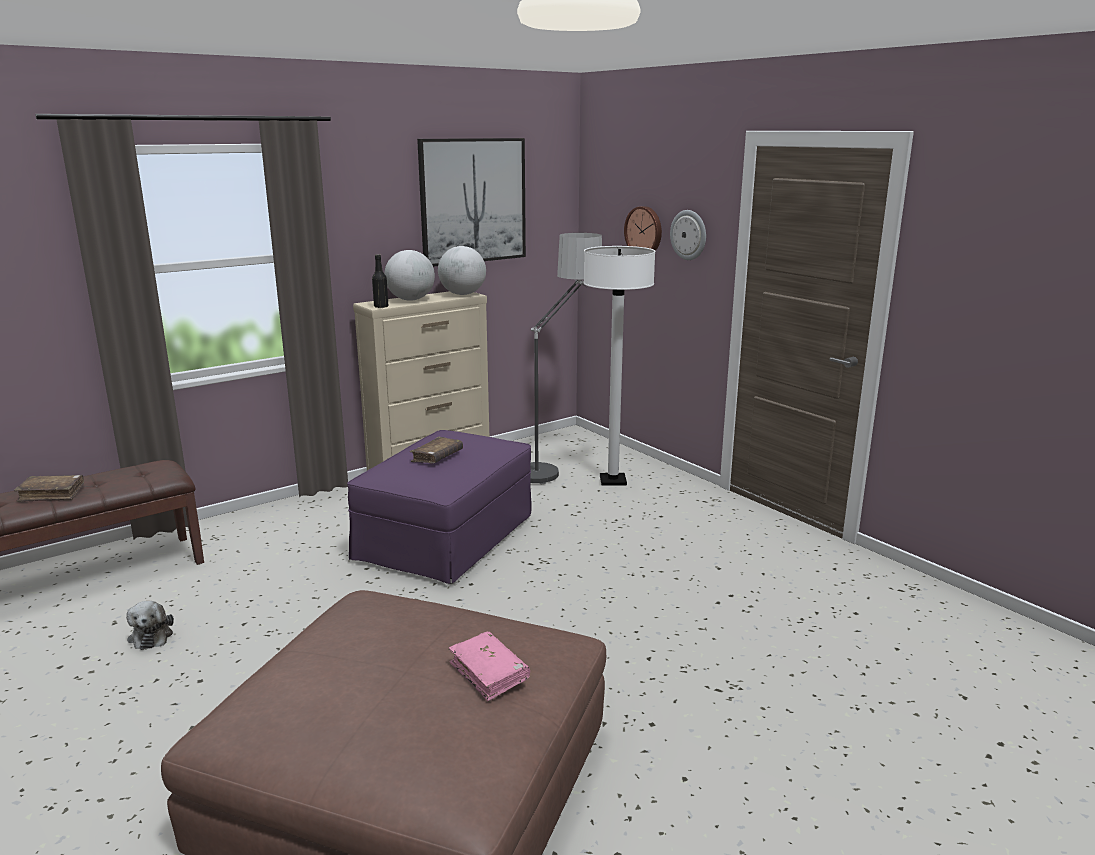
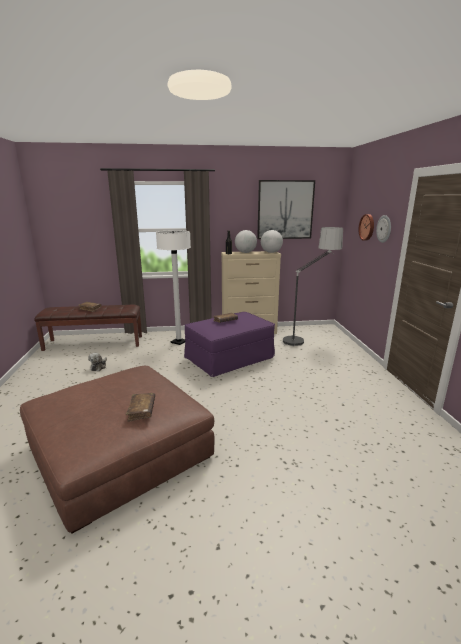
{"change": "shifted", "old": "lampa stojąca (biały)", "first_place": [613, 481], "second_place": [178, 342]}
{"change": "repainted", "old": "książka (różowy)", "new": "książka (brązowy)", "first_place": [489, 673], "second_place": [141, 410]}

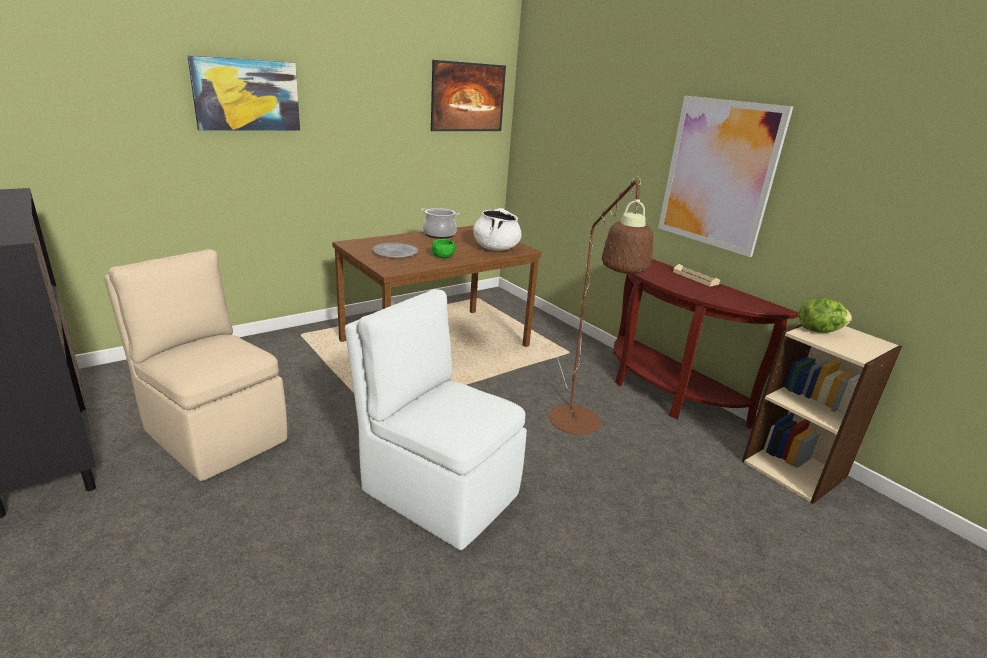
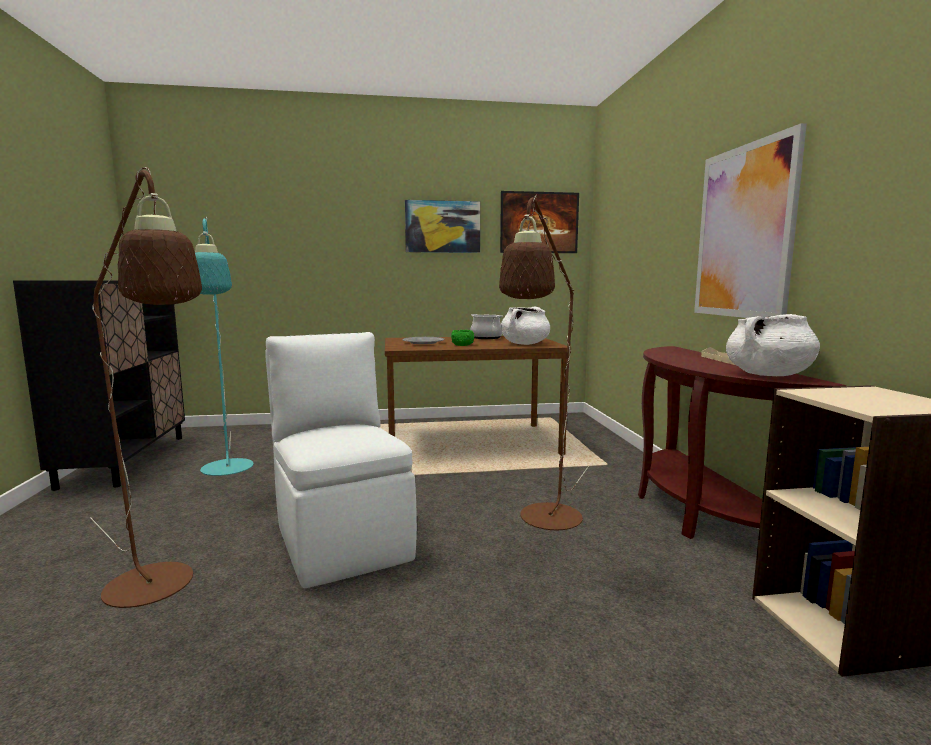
{"change": "gone", "old": "sałata", "first_place": [818, 331]}
{"change": "new", "new": "lampa stojąca (brązowy)", "second_place": [157, 592]}
{"change": "new", "new": "garnek (biały)", "second_place": [768, 375]}
{"change": "shifted", "old": "obraz", "first_place": [246, 95], "second_place": [442, 227]}
{"change": "swapped", "old": "krzesło (beżowy)", "new": "lampa stojąca (turkusowy)", "first_place": [214, 433], "second_place": [227, 471]}

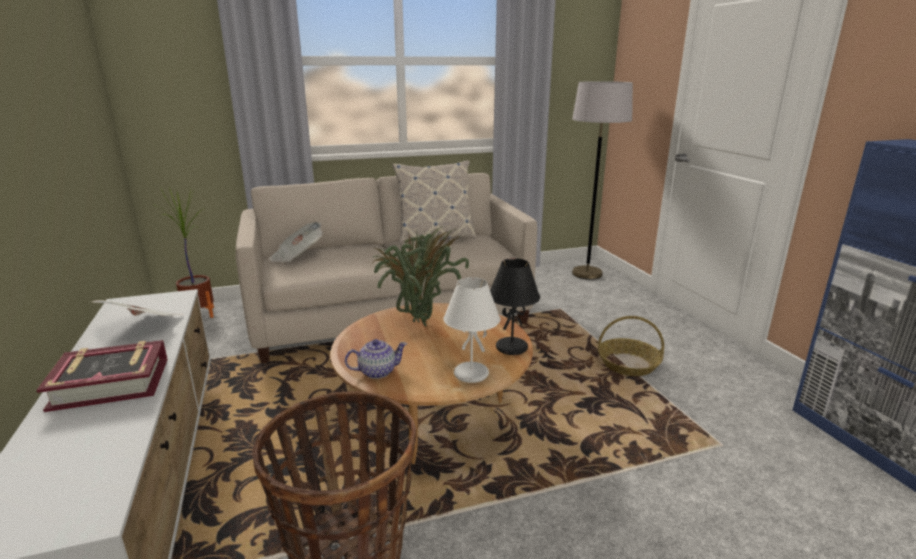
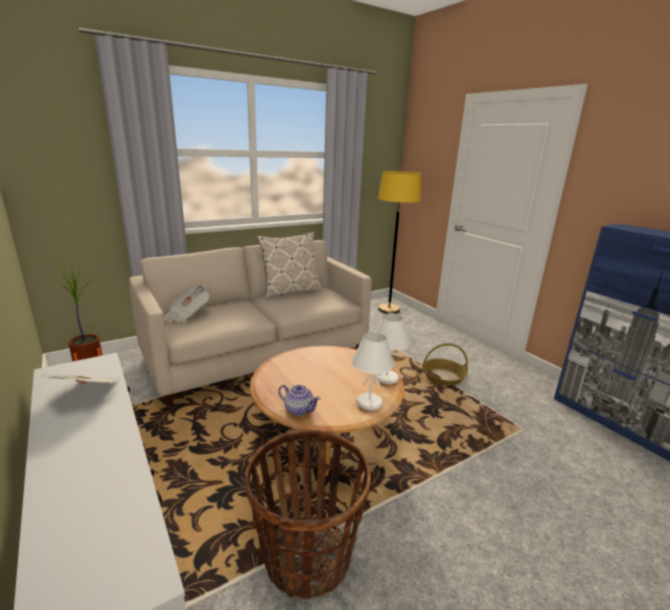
{"change": "gone", "old": "książka", "first_place": [111, 383]}
{"change": "gone", "old": "roślina doniczkowa", "first_place": [418, 327]}
{"change": "repainted", "old": "lampa stołowa (czarny)", "new": "lampa stołowa (biały)", "first_place": [512, 347], "second_place": [386, 378]}
{"change": "repainted", "old": "lampa stojąca (szary)", "new": "lampa stojąca (żółty)", "first_place": [587, 274], "second_place": [389, 309]}
{"change": "rotated", "old": "imbryk", "first_place": [377, 372], "second_place": [298, 409], "degrees": 60}

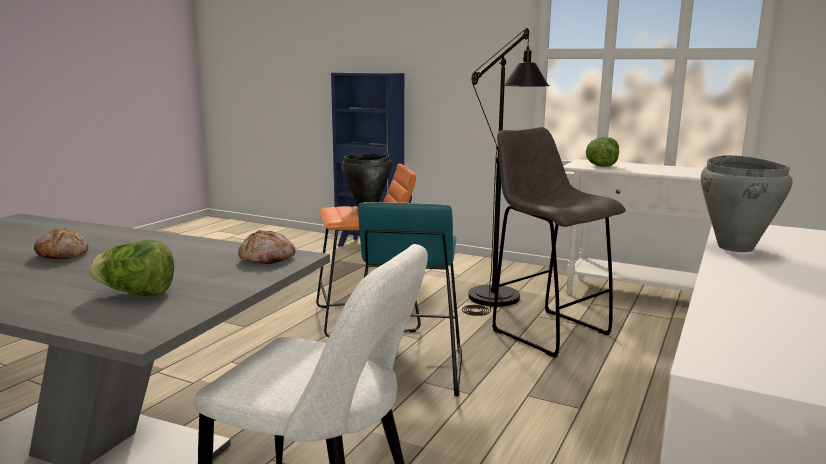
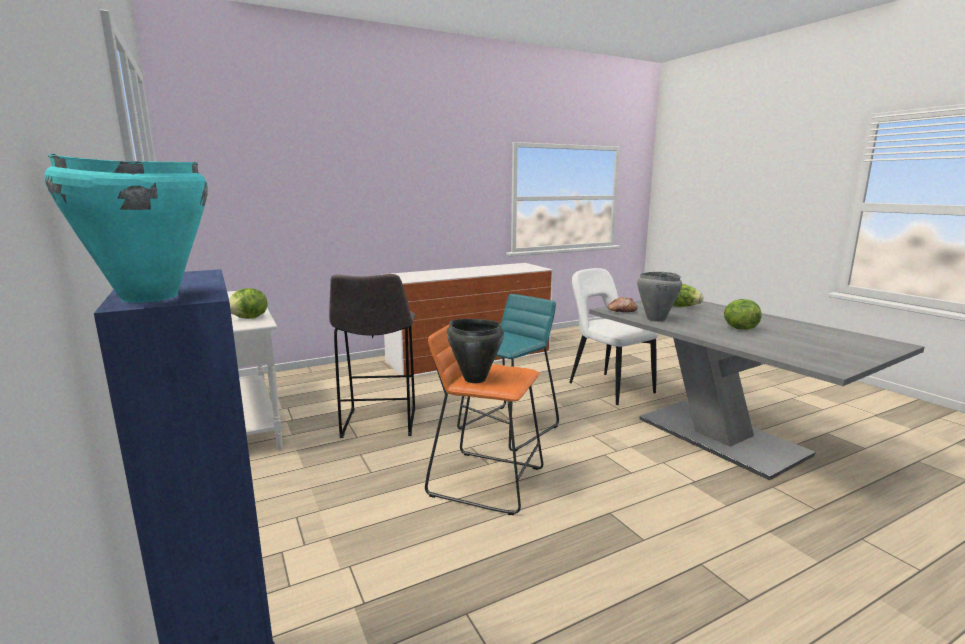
{"change": "gone", "old": "lampa stojąca (czarny)", "first_place": [500, 292]}
{"change": "new", "new": "garnek (turkusowy)", "second_place": [149, 297]}
{"change": "shifted", "old": "garnek (szary)", "first_place": [735, 247], "second_place": [655, 319]}
{"change": "swapped", "old": "chleb", "new": "sałata", "first_place": [63, 254], "second_place": [739, 328]}

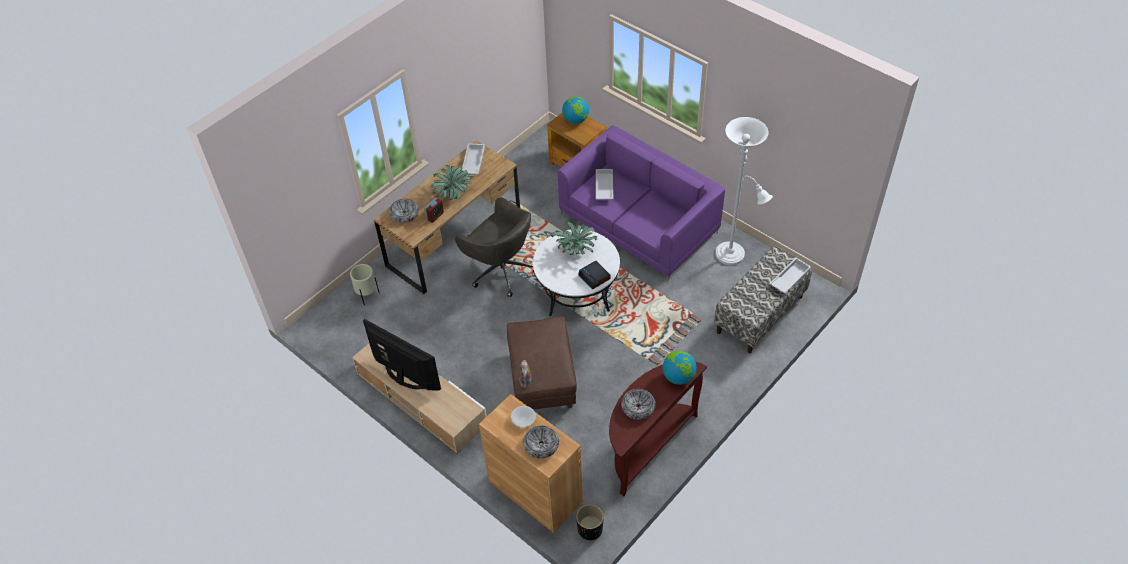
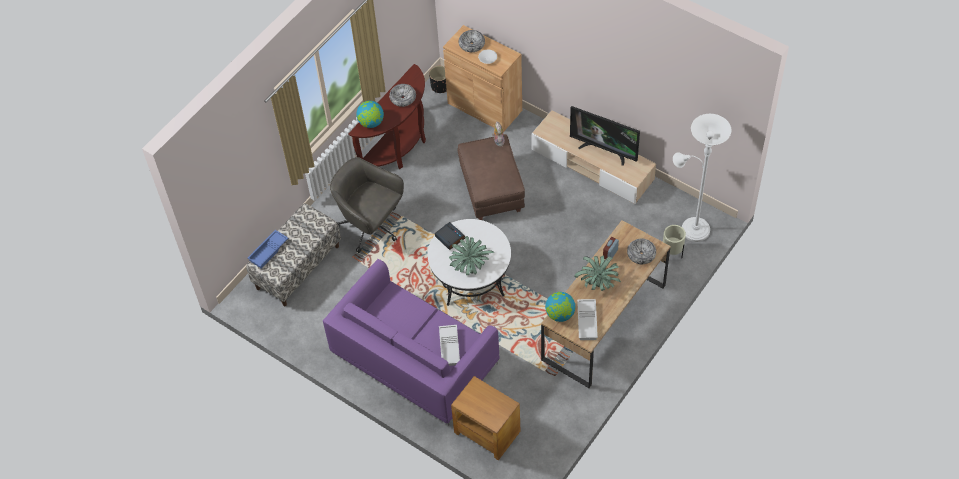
{"change": "shifted", "old": "krzesło biurowe (szary)", "first_place": [501, 270], "second_place": [370, 227]}
{"change": "shifted", "old": "globus", "first_place": [576, 120], "second_place": [560, 314]}
{"change": "shifted", "old": "lampa stojąca (biały)", "first_place": [733, 256], "second_place": [692, 228]}
{"change": "repainted", "old": "taca (biały)", "new": "taca (niebieski)", "first_place": [789, 278], "second_place": [269, 251]}

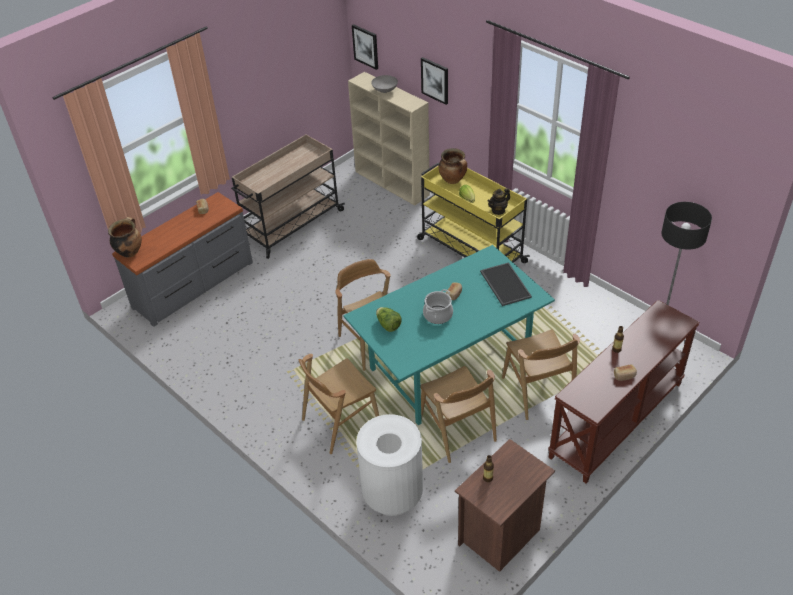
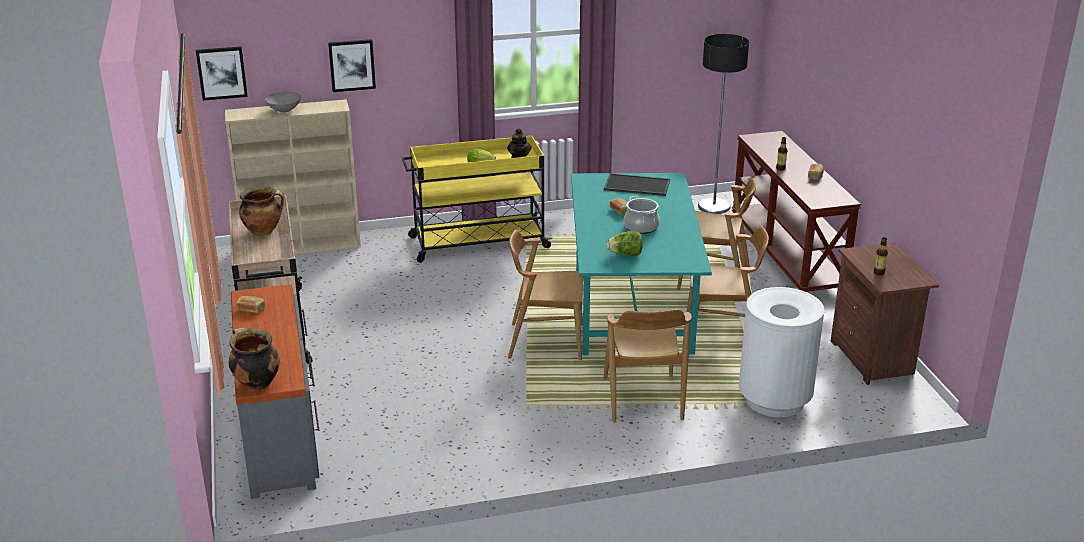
{"change": "shifted", "old": "garnek", "first_place": [453, 180], "second_place": [264, 231]}

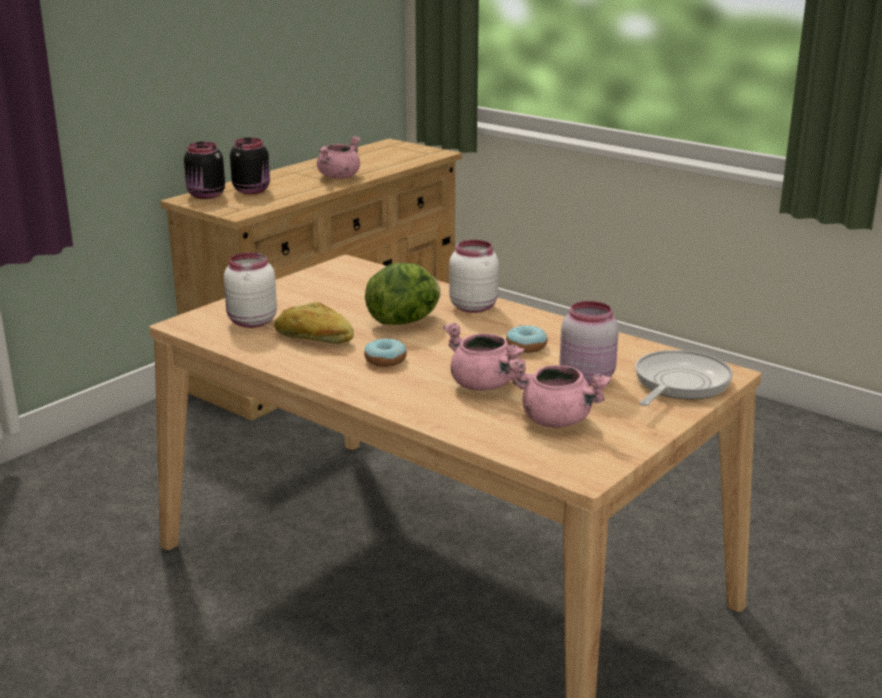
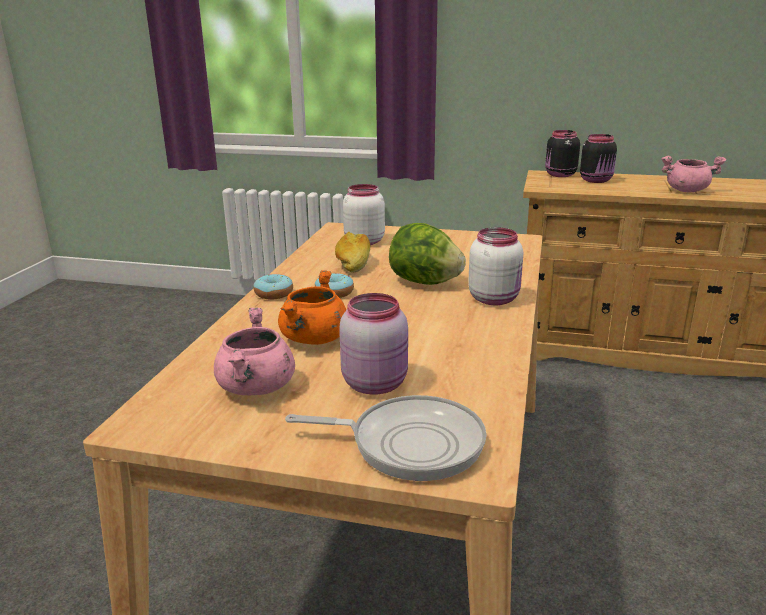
{"change": "shifted", "old": "donut", "first_place": [526, 346], "second_place": [274, 294]}
{"change": "repainted", "old": "garnek (różowy)", "new": "garnek (pomarańczowy)", "first_place": [484, 385], "second_place": [314, 339]}

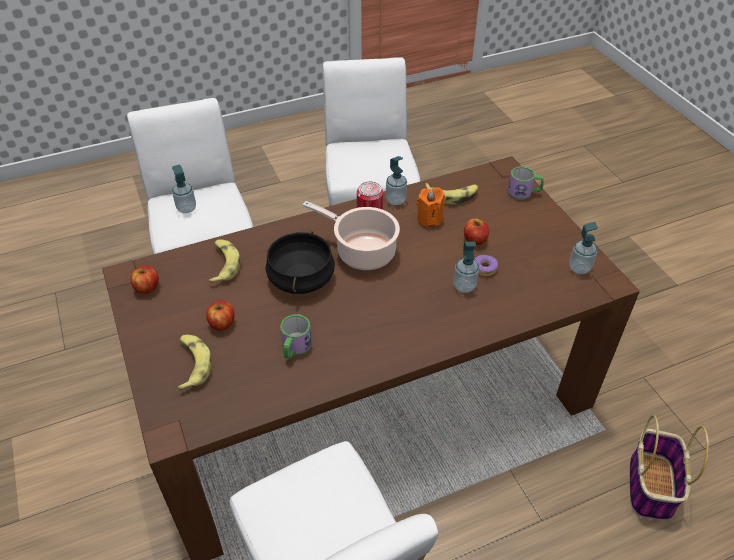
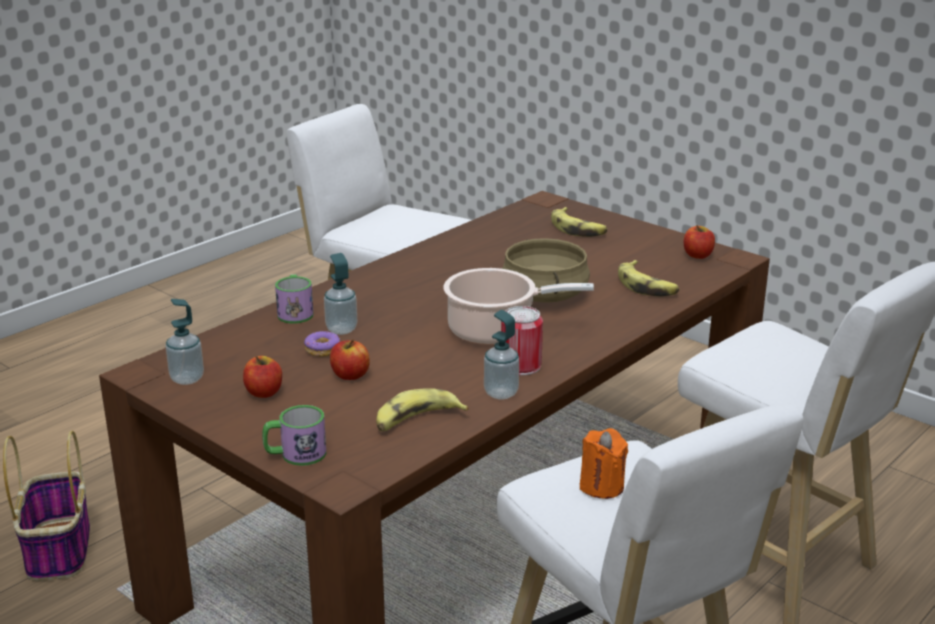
{"change": "gone", "old": "dozownik mydła", "first_place": [186, 208]}
{"change": "shifted", "old": "jabłko", "first_place": [222, 323], "second_place": [264, 392]}
{"change": "shifted", "old": "kubek", "first_place": [295, 348], "second_place": [295, 312]}
{"change": "shifted", "old": "świeca (pomarańczowy)", "first_place": [429, 219], "second_place": [601, 486]}
{"change": "repainted", "old": "garnek (czarny)", "new": "garnek (beżowy)", "first_place": [302, 278], "second_place": [543, 295]}

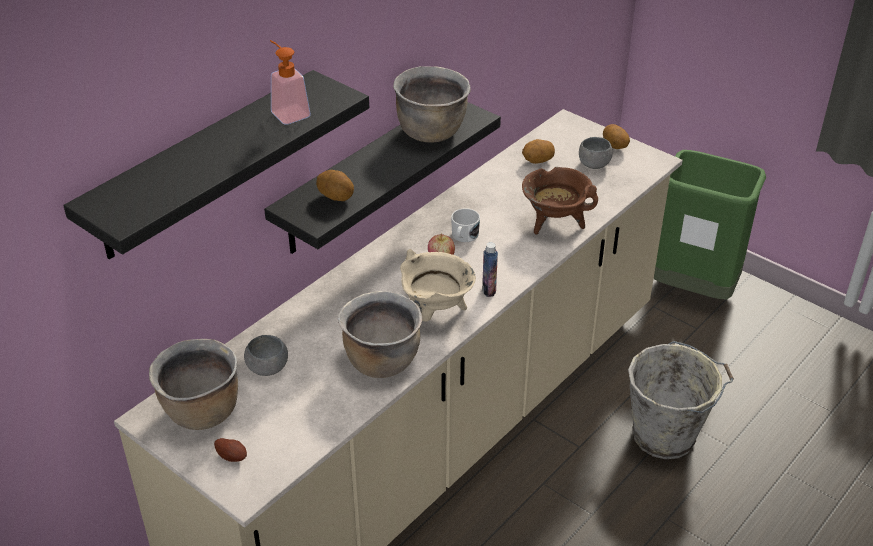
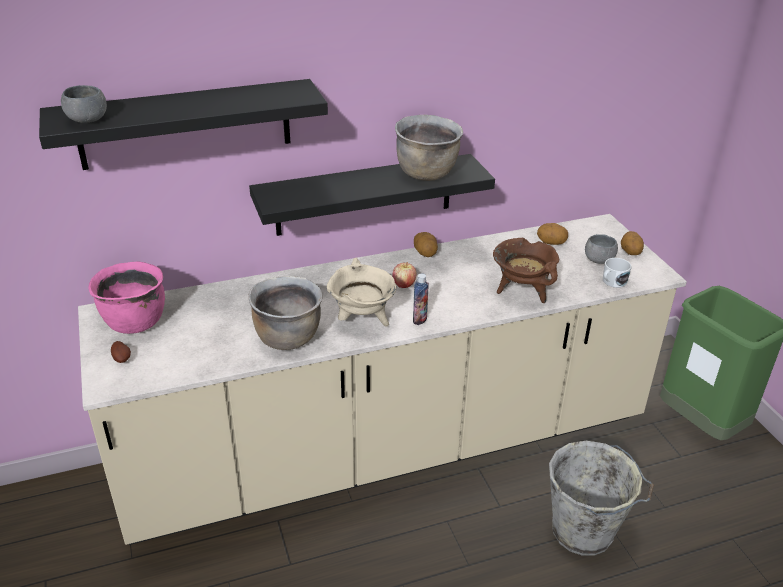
{"change": "gone", "old": "dozownik mydła", "first_place": [287, 112]}
{"change": "shifted", "old": "miska (szary)", "first_place": [268, 368], "second_place": [87, 120]}
{"change": "shifted", "old": "ziemniak", "first_place": [336, 197], "second_place": [425, 253]}
{"change": "shifted", "old": "kubek (biały)", "first_place": [464, 236], "second_place": [612, 282]}
{"change": "repainted", "old": "garnek (brązowy)", "new": "garnek (różowy)", "first_place": [201, 411], "second_place": [134, 322]}

